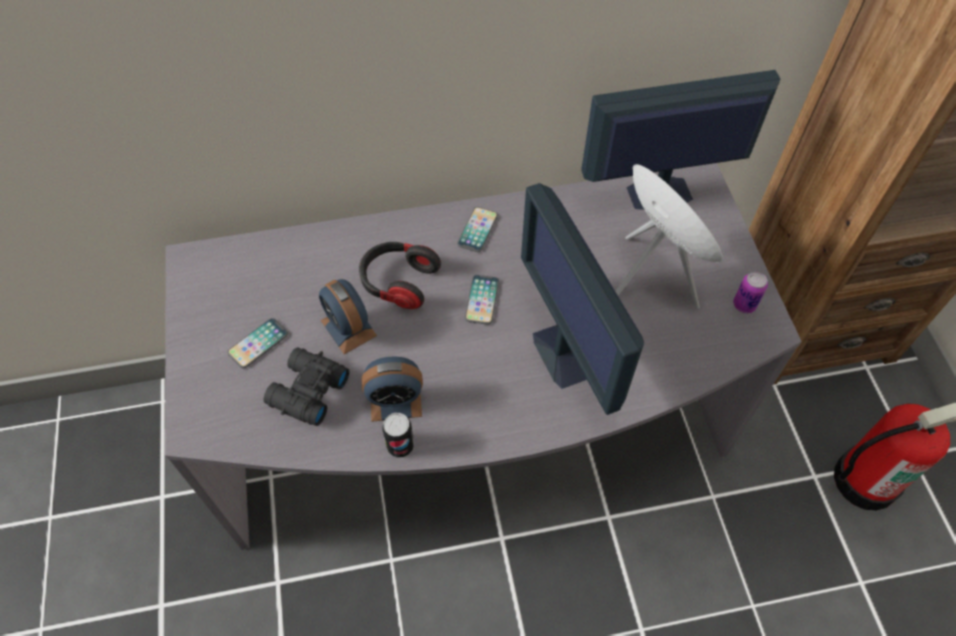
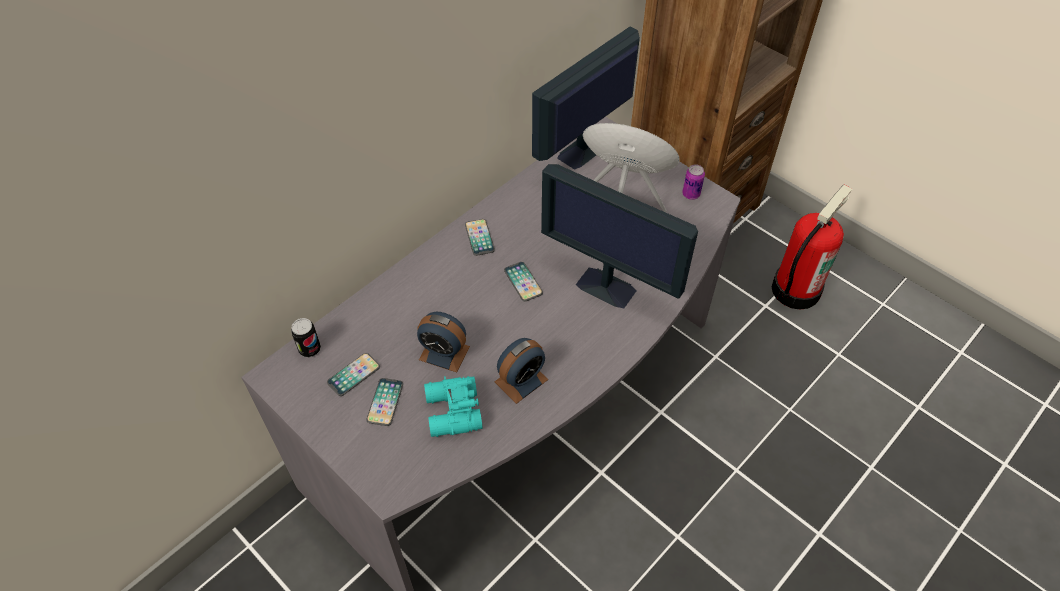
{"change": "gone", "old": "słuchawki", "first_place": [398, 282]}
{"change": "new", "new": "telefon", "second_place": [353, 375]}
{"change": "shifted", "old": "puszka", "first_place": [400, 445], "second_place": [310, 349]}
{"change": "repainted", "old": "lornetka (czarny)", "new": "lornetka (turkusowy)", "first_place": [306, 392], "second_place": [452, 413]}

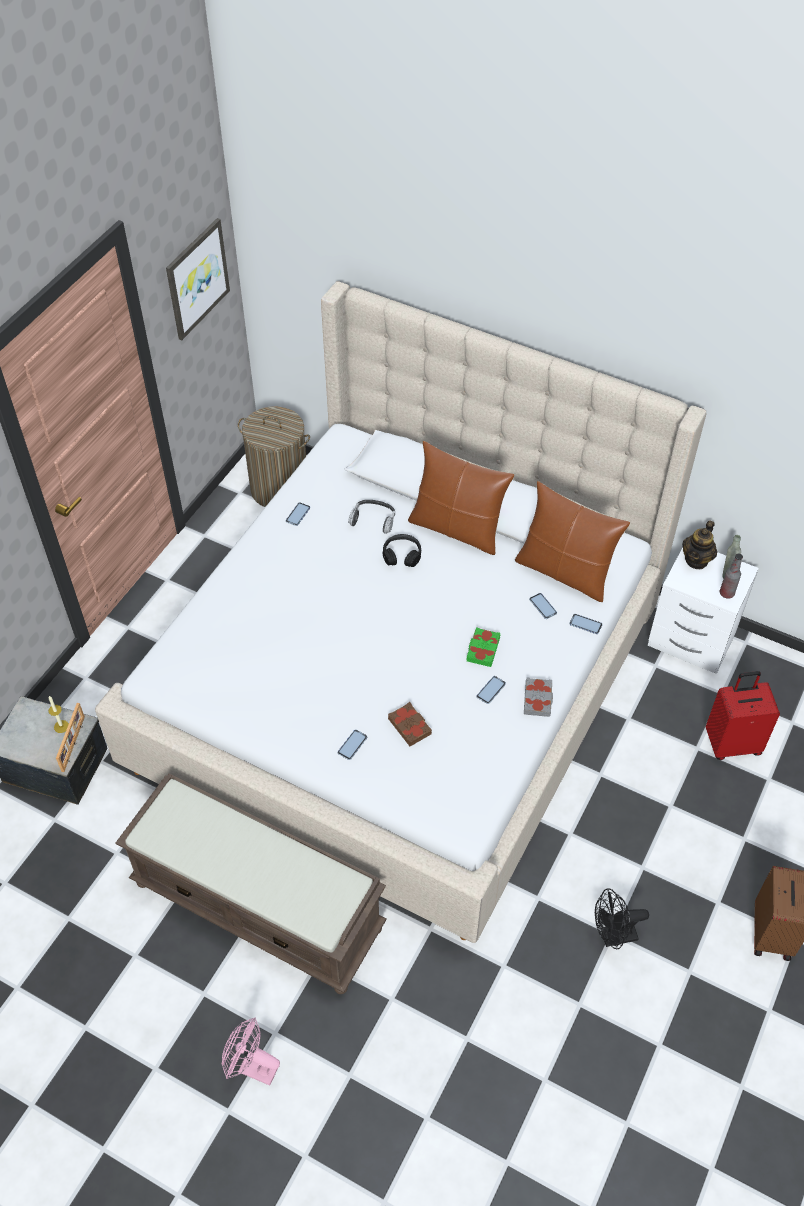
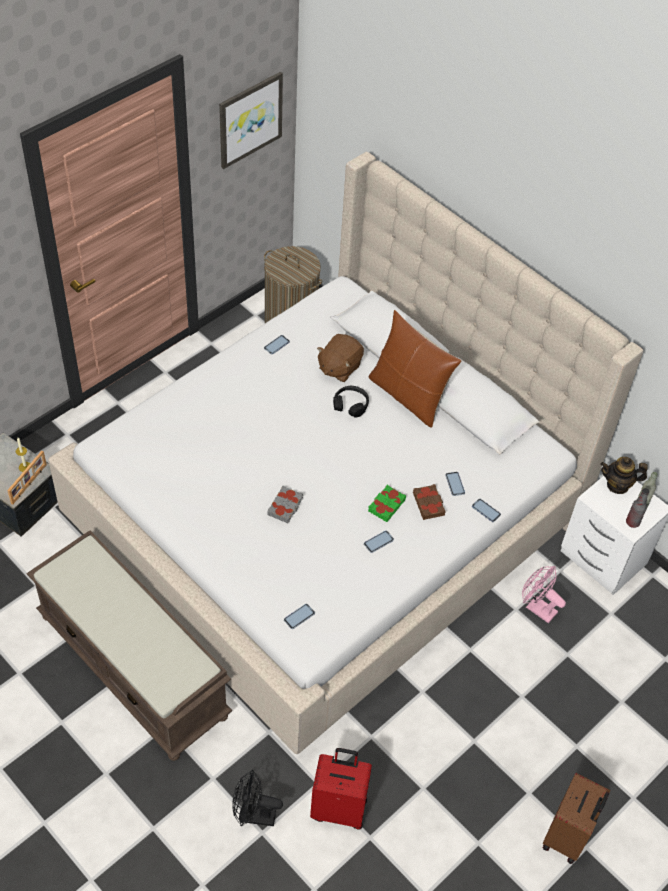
{"change": "gone", "old": "poduszka (brązowy)", "first_place": [565, 572]}
{"change": "shifted", "old": "wentylator (różowy)", "first_place": [252, 1067], "second_place": [537, 608]}
{"change": "shifted", "old": "telefon", "first_place": [352, 745], "second_place": [299, 617]}
{"change": "shifted", "old": "książka (brązowy)", "first_place": [410, 726], "second_place": [429, 504]}
{"change": "shifted", "old": "książka (szary)", "first_place": [538, 699], "second_place": [285, 507]}
{"change": "shifted", "old": "wentylator (czarny)", "first_place": [613, 936], "second_place": [253, 815]}
{"change": "shifted", "old": "walizka (czerwony)", "first_place": [732, 743], "second_place": [339, 808]}
{"change": "swapped", "old": "słuchawki", "new": "pluszak (brązowy)", "first_place": [373, 519], "second_place": [339, 367]}
{"change": "rotated", "old": "imbryk", "first_place": [696, 560], "second_place": [618, 485], "degrees": 45}

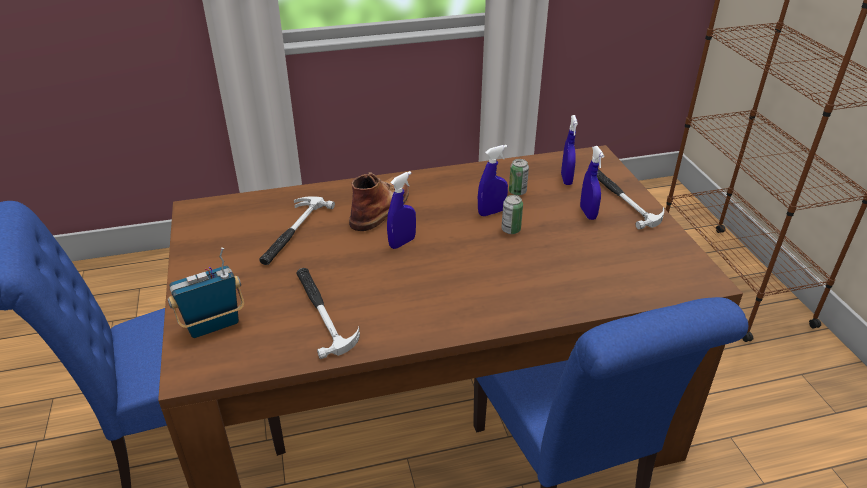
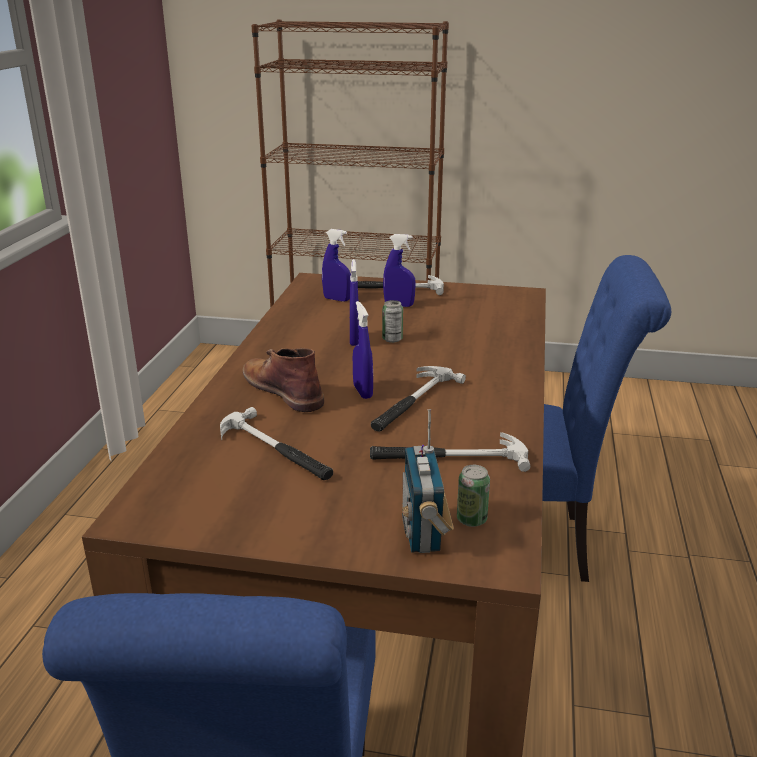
{"change": "new", "new": "młotek", "second_place": [412, 402]}
{"change": "shifted", "old": "puszka", "first_place": [517, 192], "second_place": [471, 519]}

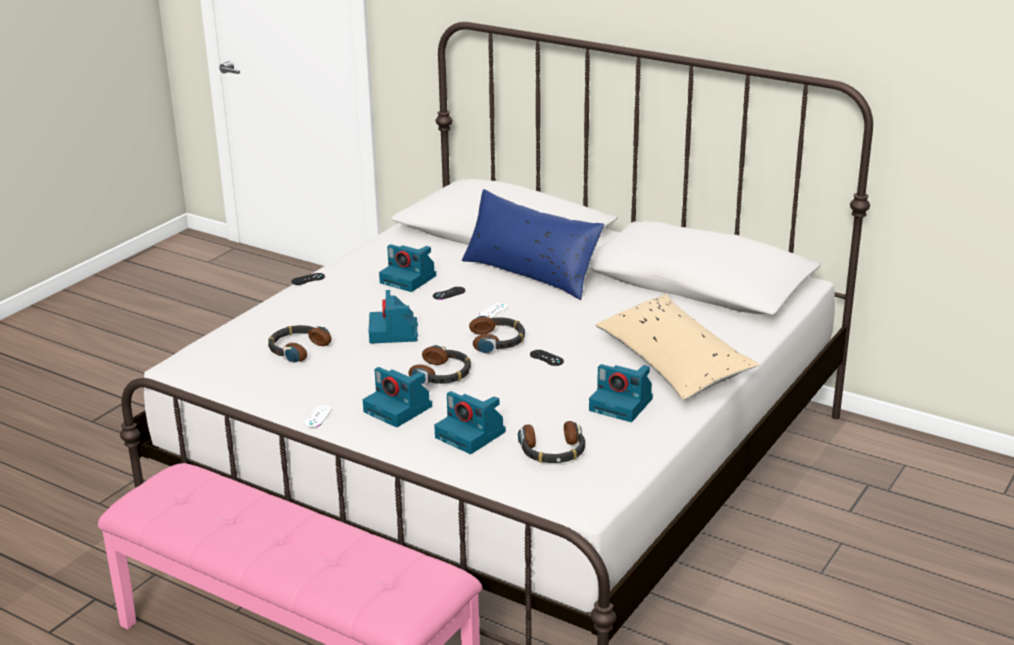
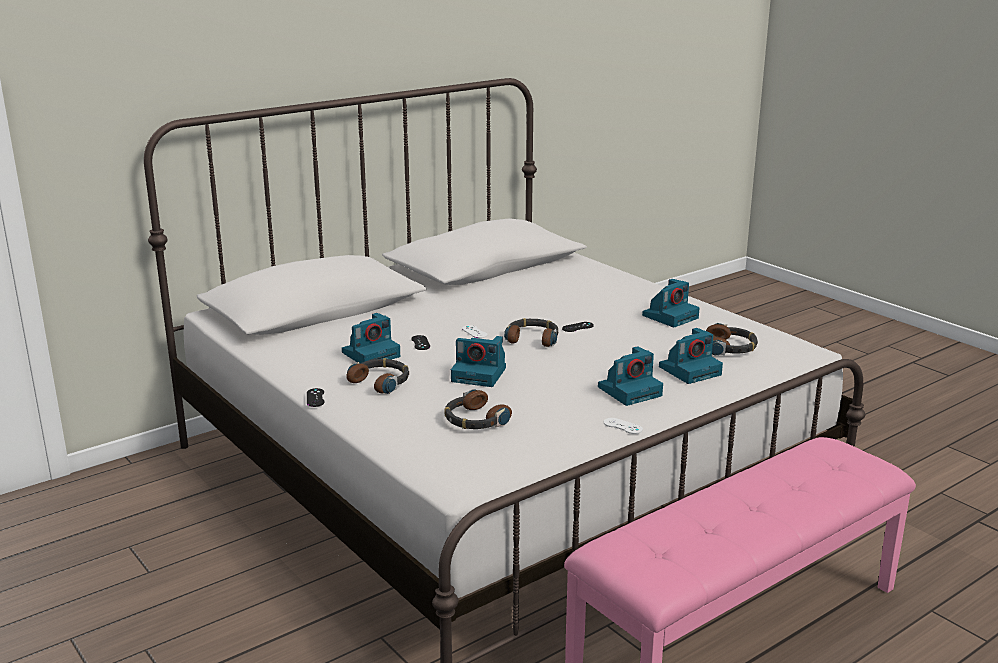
{"change": "gone", "old": "poduszka (niebieski)", "first_place": [530, 273]}
{"change": "gone", "old": "poduszka (beżowy)", "first_place": [673, 362]}
{"change": "shifted", "old": "słuchawki", "first_place": [442, 374], "second_place": [381, 381]}

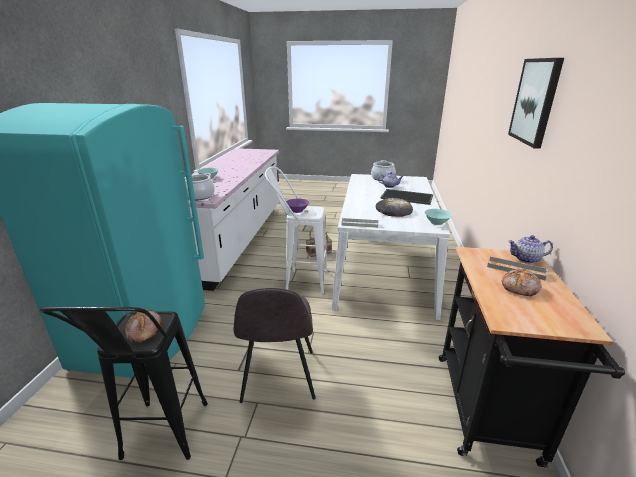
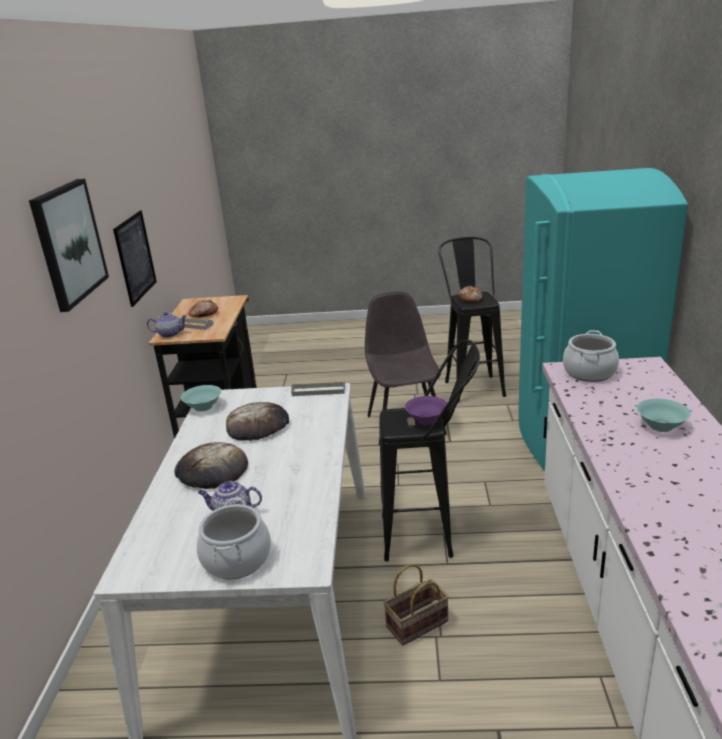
{"change": "new", "new": "obraz", "second_place": [135, 257]}
{"change": "swapped", "old": "taca", "new": "chleb", "first_place": [407, 197], "second_place": [212, 470]}
{"change": "repainted", "old": "stołek (biały)", "new": "stołek (czarny)", "first_place": [299, 281], "second_place": [430, 535]}

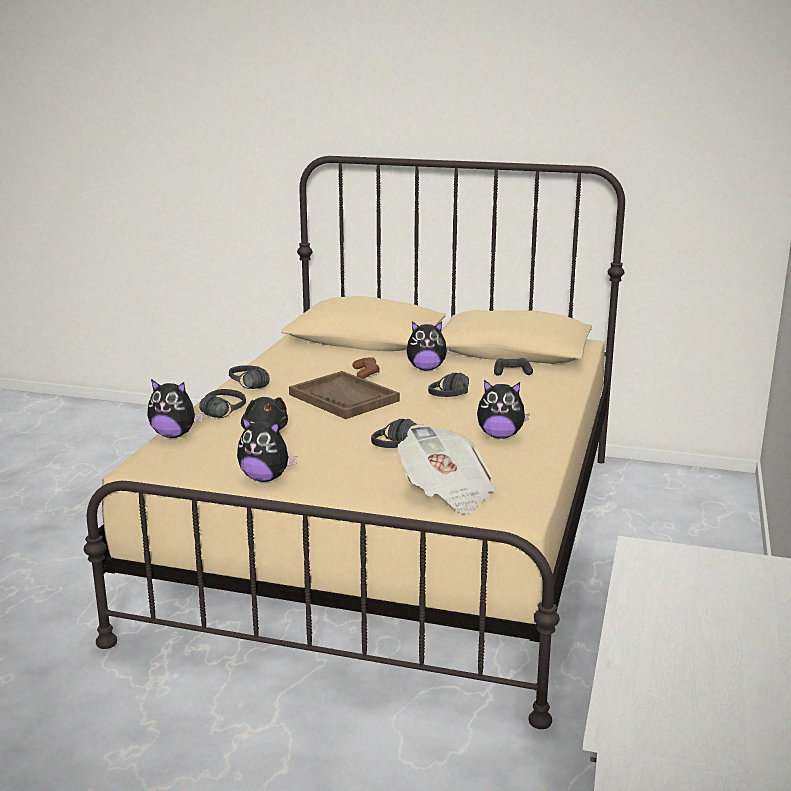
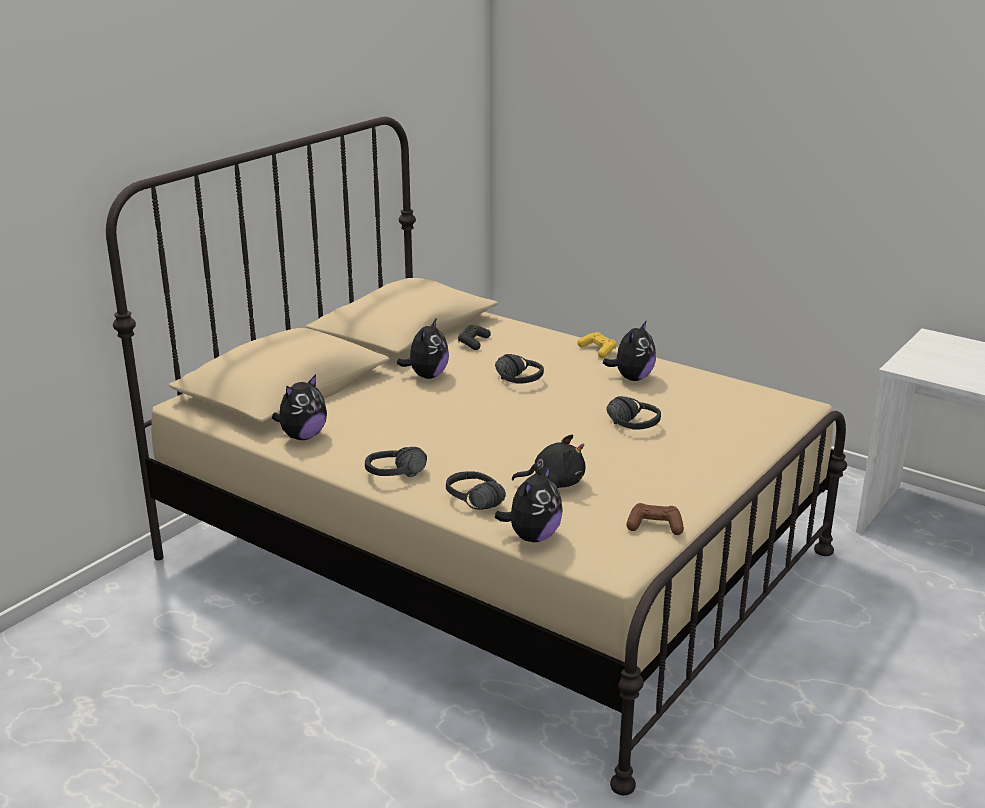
{"change": "gone", "old": "taca (brązowy)", "first_place": [344, 398]}
{"change": "gone", "old": "gazeta", "first_place": [446, 492]}
{"change": "new", "new": "pad do gier (żółty)", "second_place": [598, 350]}
{"change": "shifted", "old": "pluszak", "first_place": [265, 478], "second_place": [302, 436]}
{"change": "shifted", "old": "pad do gier (brązowy)", "first_place": [366, 373], "second_place": [655, 526]}

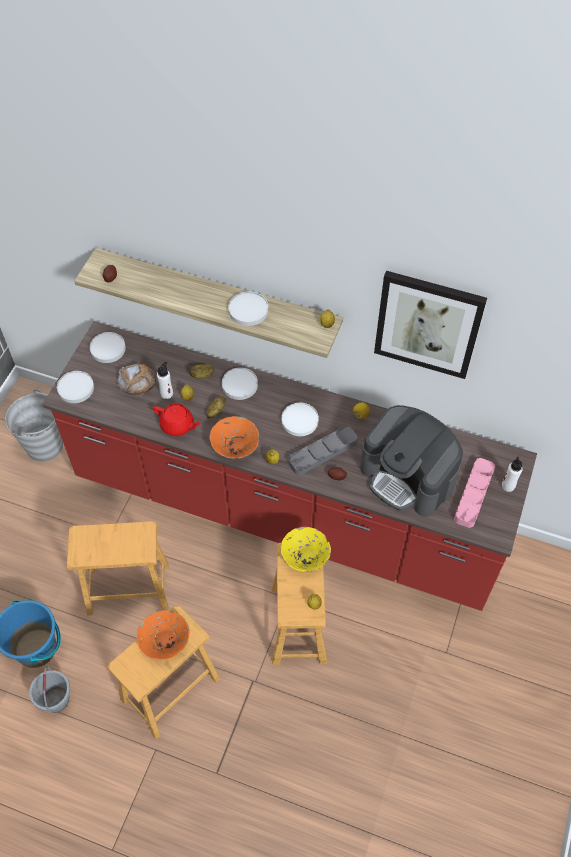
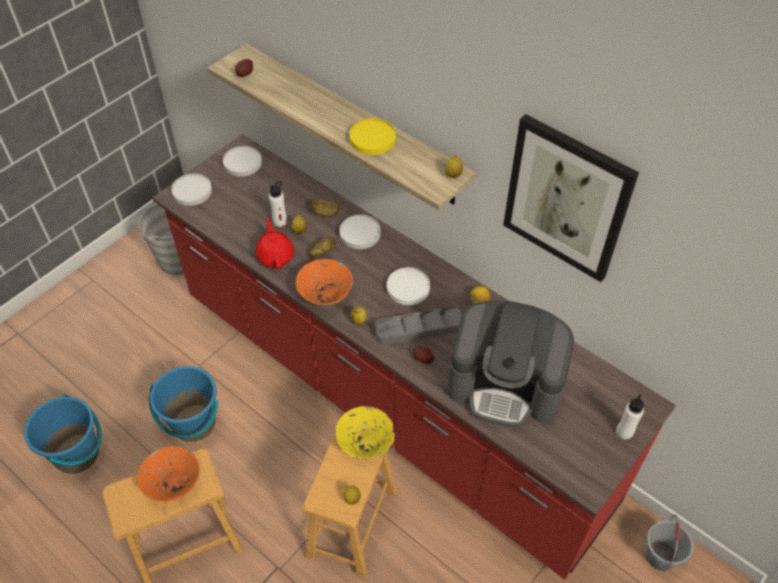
{"change": "gone", "old": "chleb", "first_place": [137, 381]}
{"change": "gone", "old": "taca (różowy)", "first_place": [473, 494]}
{"change": "shifted", "old": "wiadro (szary)", "first_place": [56, 700], "second_place": [660, 556]}
{"change": "swapped", "old": "stołek (brązowy)", "new": "wiadro (niebieski)", "first_place": [128, 588], "second_place": [193, 423]}
{"change": "repainted", "old": "talerz (biały)", "new": "talerz (żółty)", "first_place": [248, 310], "second_place": [373, 138]}
{"change": "rotated", "old": "imbryk (czerwony)", "first_place": [178, 425], "second_place": [275, 256], "degrees": -150}
{"change": "rotated", "old": "ekspres do kawy", "first_place": [408, 476], "second_place": [506, 383], "degrees": -45}

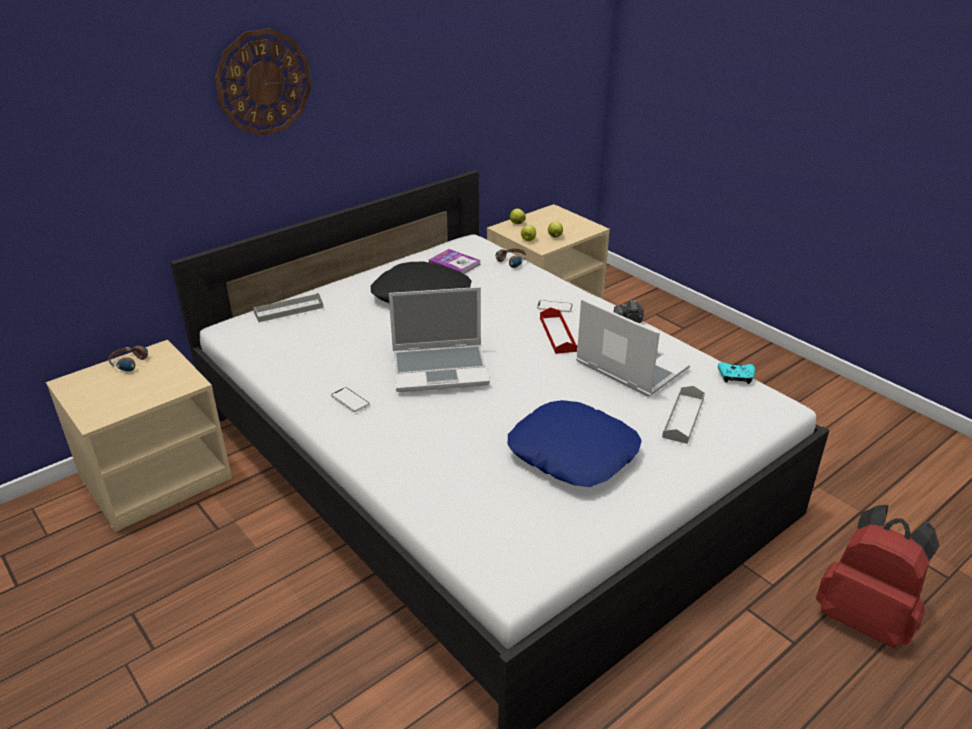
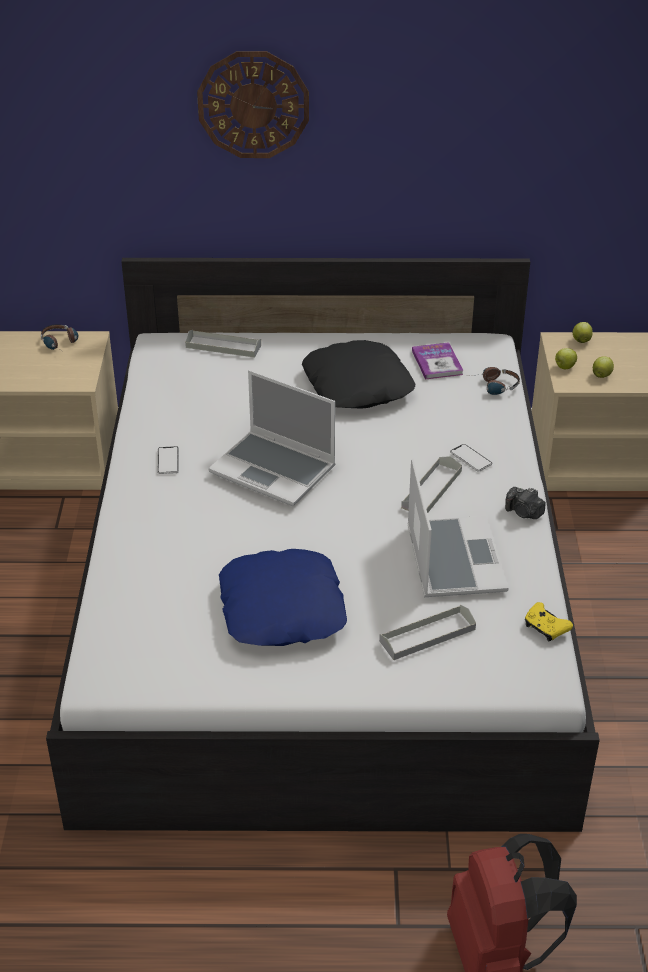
{"change": "repainted", "old": "taca (czerwony)", "new": "taca (szary)", "first_place": [557, 334], "second_place": [431, 489]}
{"change": "repainted", "old": "pad do gier (turkusowy)", "new": "pad do gier (żółty)", "first_place": [736, 377], "second_place": [545, 628]}

